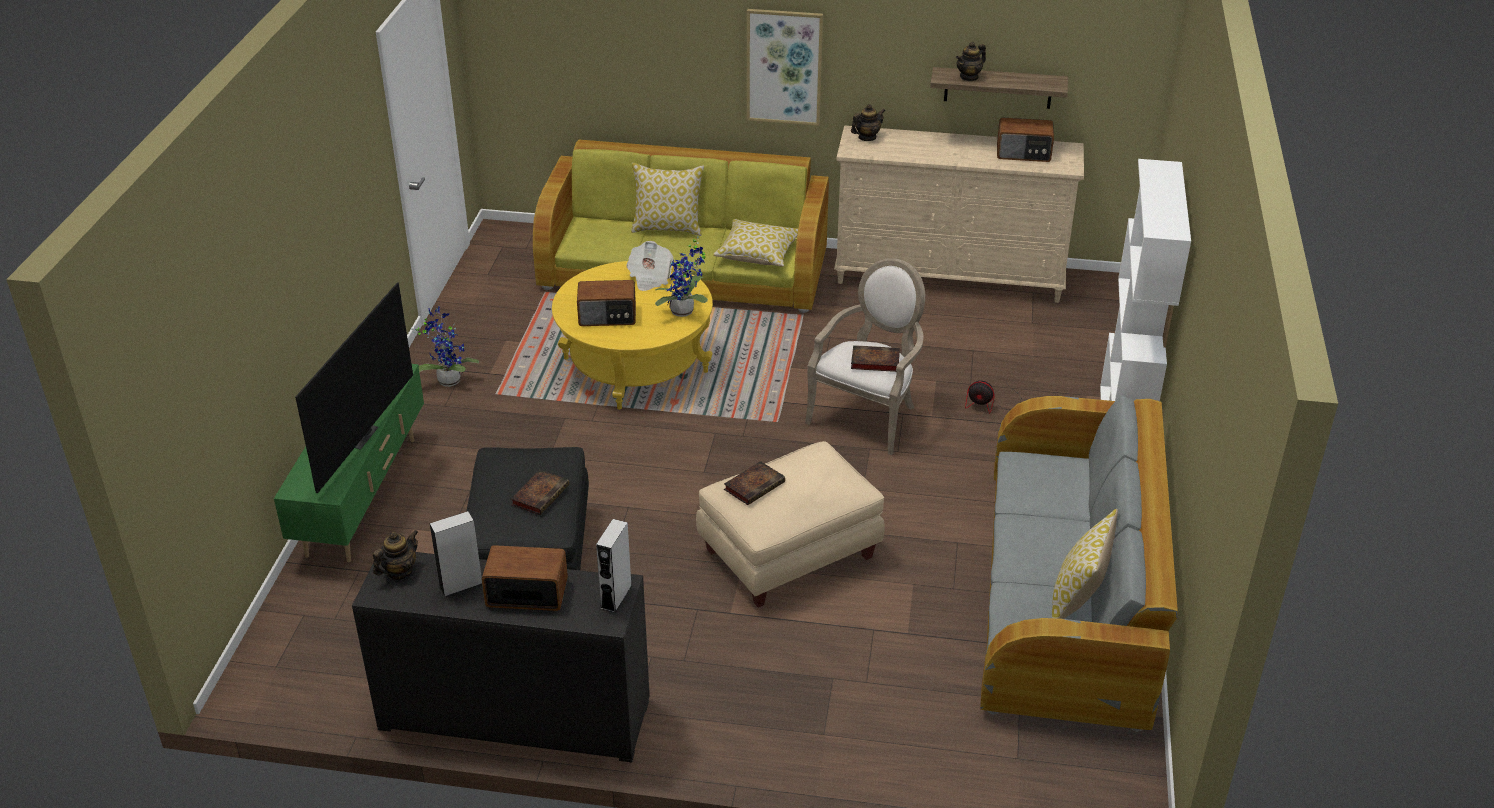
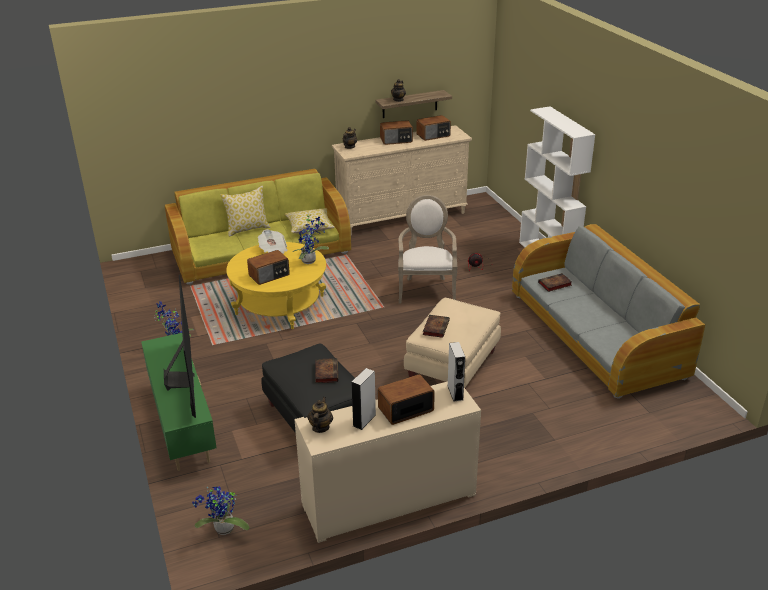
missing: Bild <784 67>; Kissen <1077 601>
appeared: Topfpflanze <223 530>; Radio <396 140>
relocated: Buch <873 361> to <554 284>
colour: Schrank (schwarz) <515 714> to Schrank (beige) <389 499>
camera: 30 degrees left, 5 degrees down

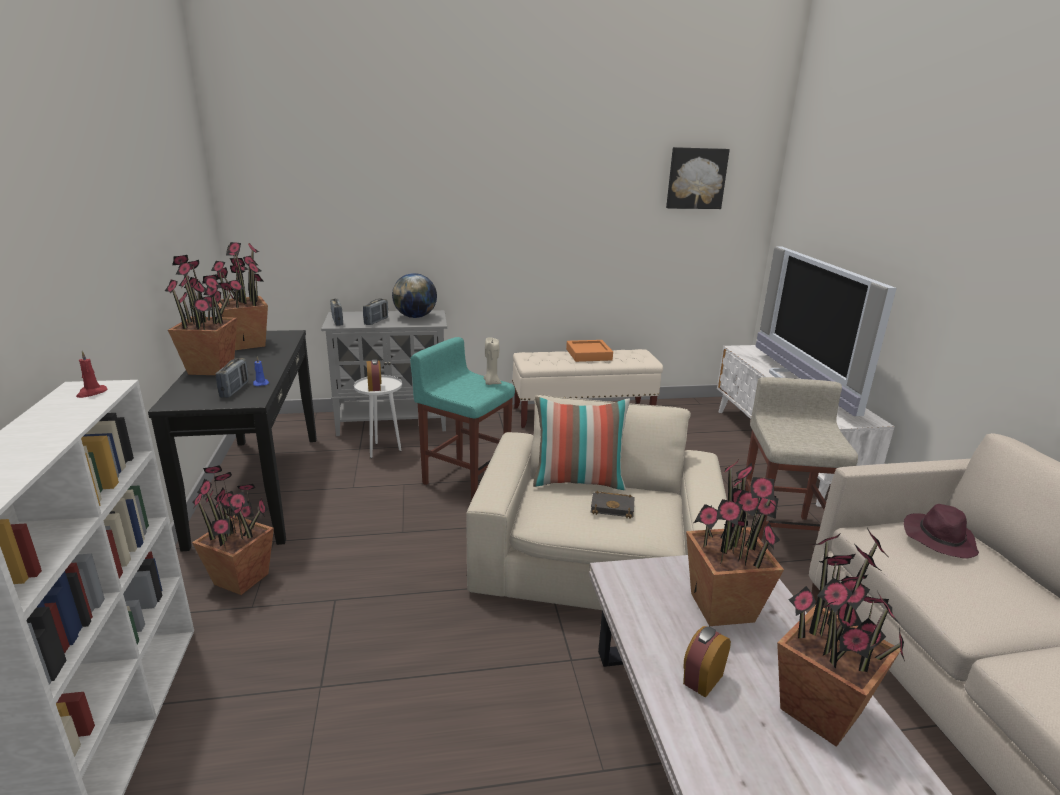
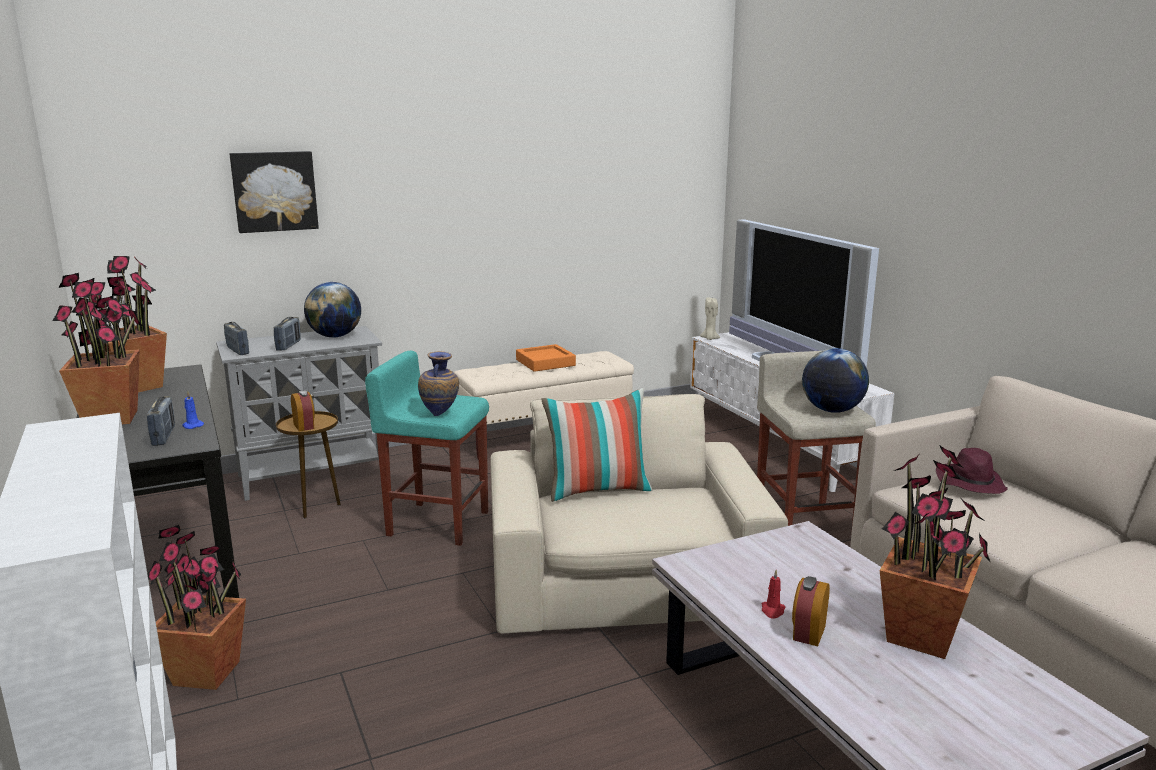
missing: Buch (schwarz) <613 507>; Topfpflanze <722 607>
appeared: Vase <440 416>; Globus <832 410>
relocated: Kerze (rot) <91 393> to <772 611>; Kerze (beige) <491 383> to <709 339>; Bild <696 178> to <274 191>
colour: Beistelltisch (weiß) <382 450> to Beistelltisch (braun) <315 507>
camera: 15 degrees left, 5 degrees down

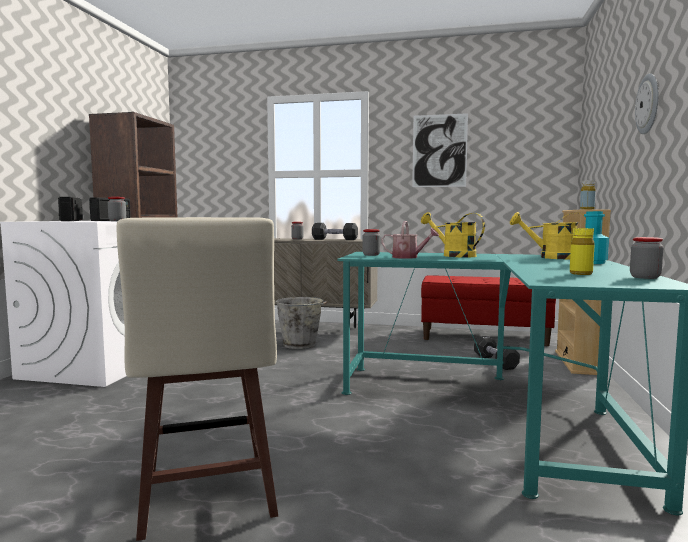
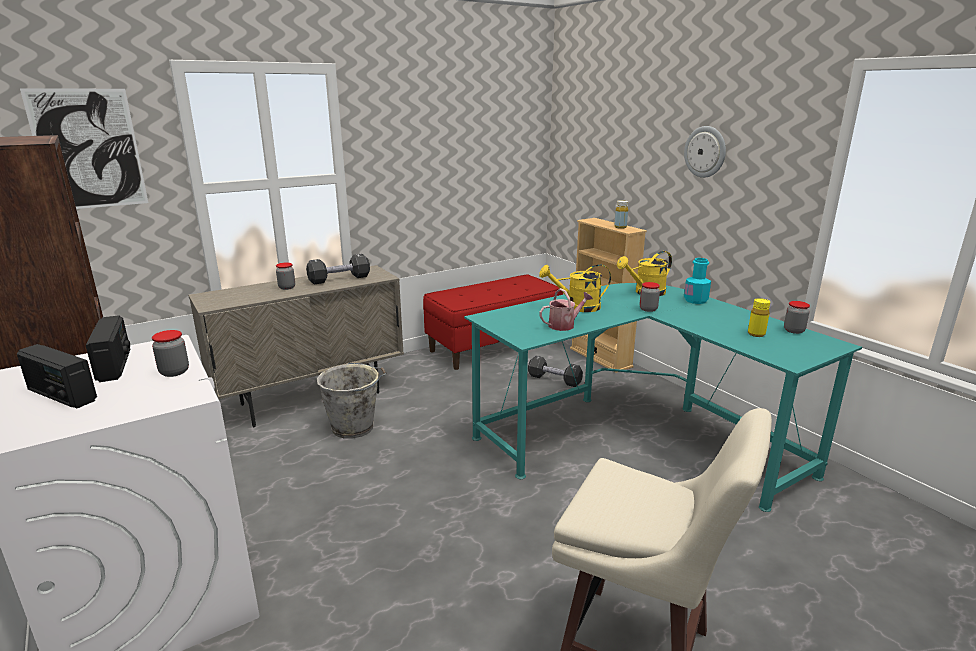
relocated: Vorratsglas <371 255> to <648 309>; Bild <439 151> to <88 149>
camera: 45 degrees left, 15 degrees up

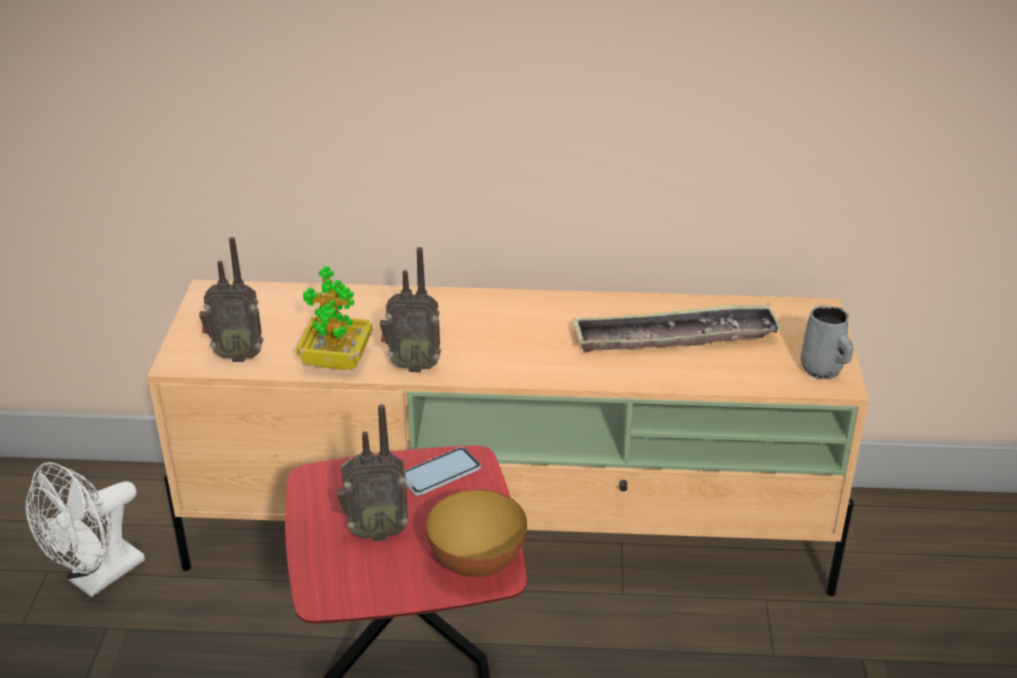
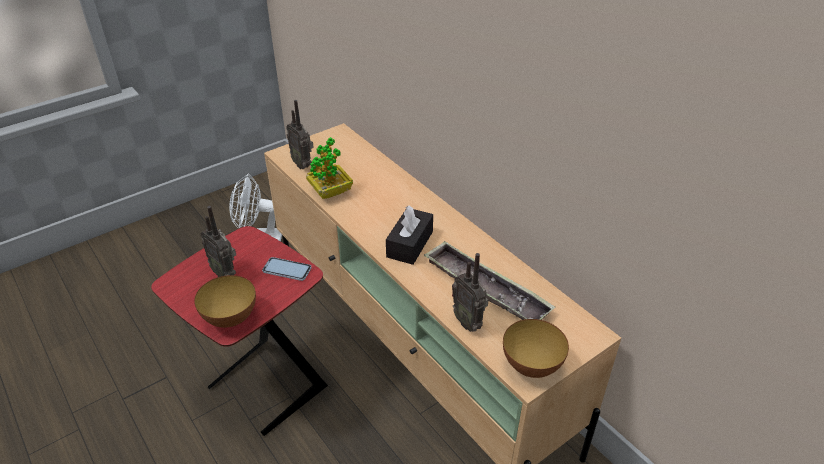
appeared: Taschentuchbox (schwarz) <410 244>
relocated: Radio <413 365> to <469 322>
exchanged: Henkelbecher (grau) <822 370> to Schüssel <531 366>
camera: 50 degrees right, 5 degrees up

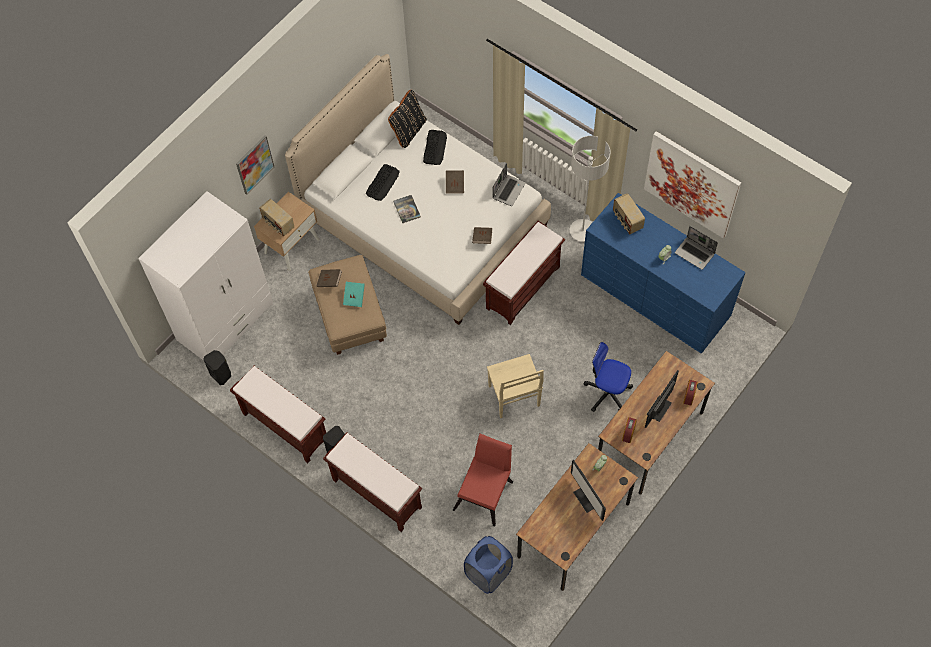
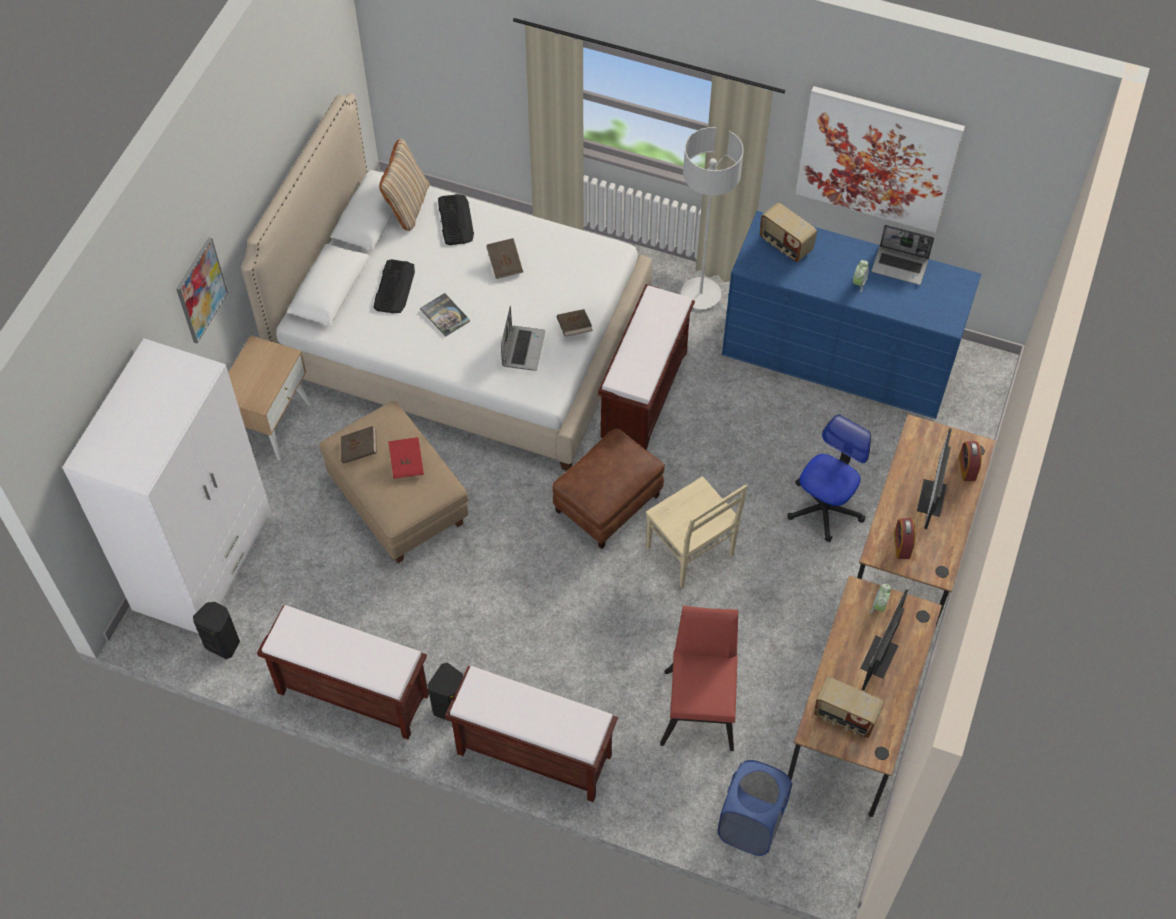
appeared: Polsterhocker (braun) <608 504>
relocated: Radio <278 224> to <845 717>; Laptop <508 190> to <522 348>
colour: Buch (türkis) <354 297> to Buch (rot) <406 463>; Kissen (schwarz) <408 131> to Kissen (beige) <407 206>
spun: Monitor <587 498> = <880 658> 75 degrees clockwise; Bürostuhl <607 392> = <824 508> 120 degrees clockwise
camera: 20 degrees left, 5 degrees down

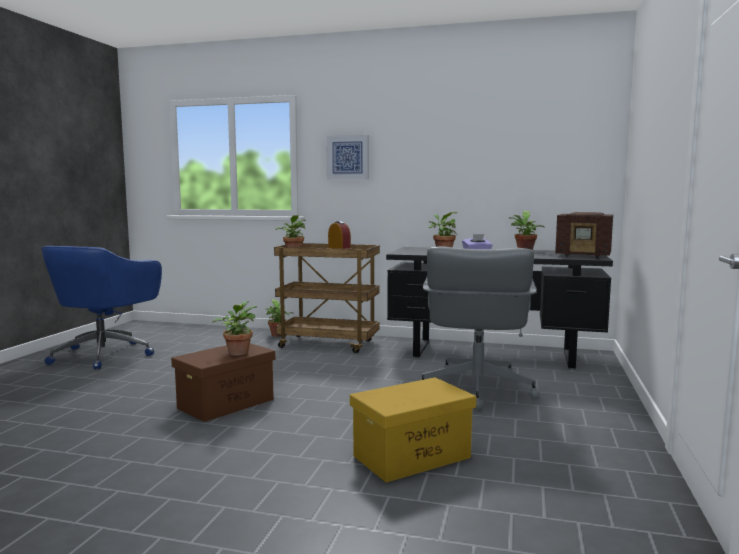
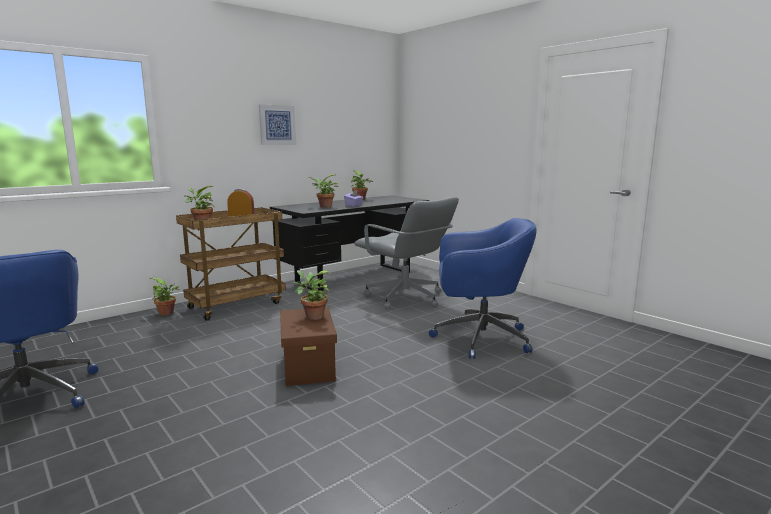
missing: Radio <584 256>
relocated: Bild <348 157> to <277 125>
exchanged: Aufbewahrungsbox (gelb) <411 457> to Bürostuhl (blau) <478 338>
camera: 55 degrees left, 5 degrees up

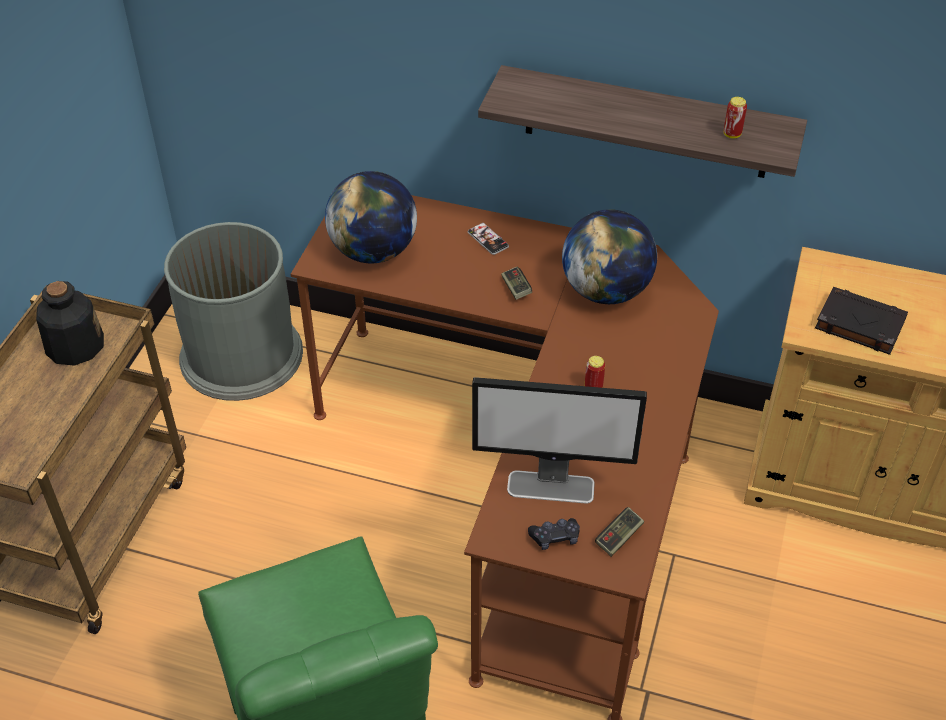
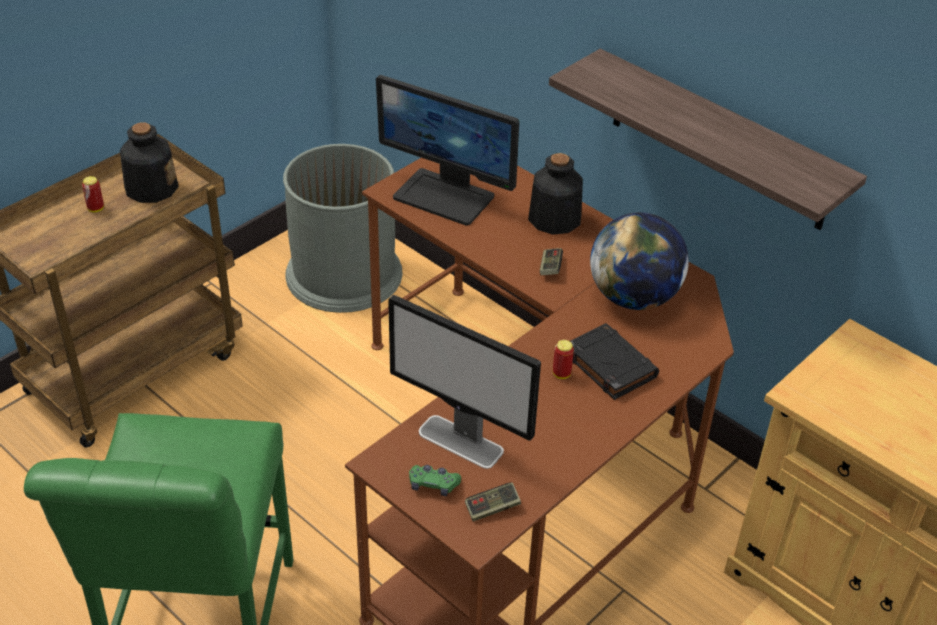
relocated: Dose <732 134> to <96 209>; Buch (schwarz) <858 324> to <609 365>
exchanged: Globus <373 251> to Monitor <445 196>; Handy <488 239> to Flasche <554 219>
colour: Gamepad (schwarz) <555 537> to Gamepad (grün) <433 485>
camera: 25 degrees right, 5 degrees down

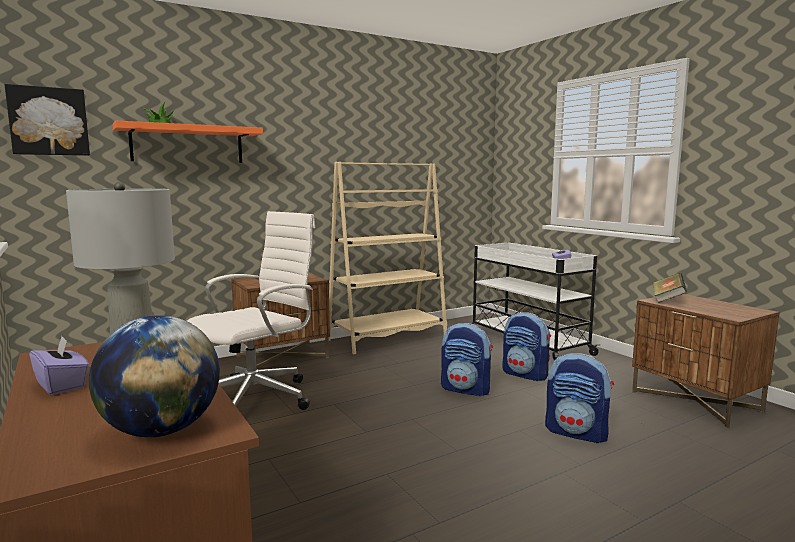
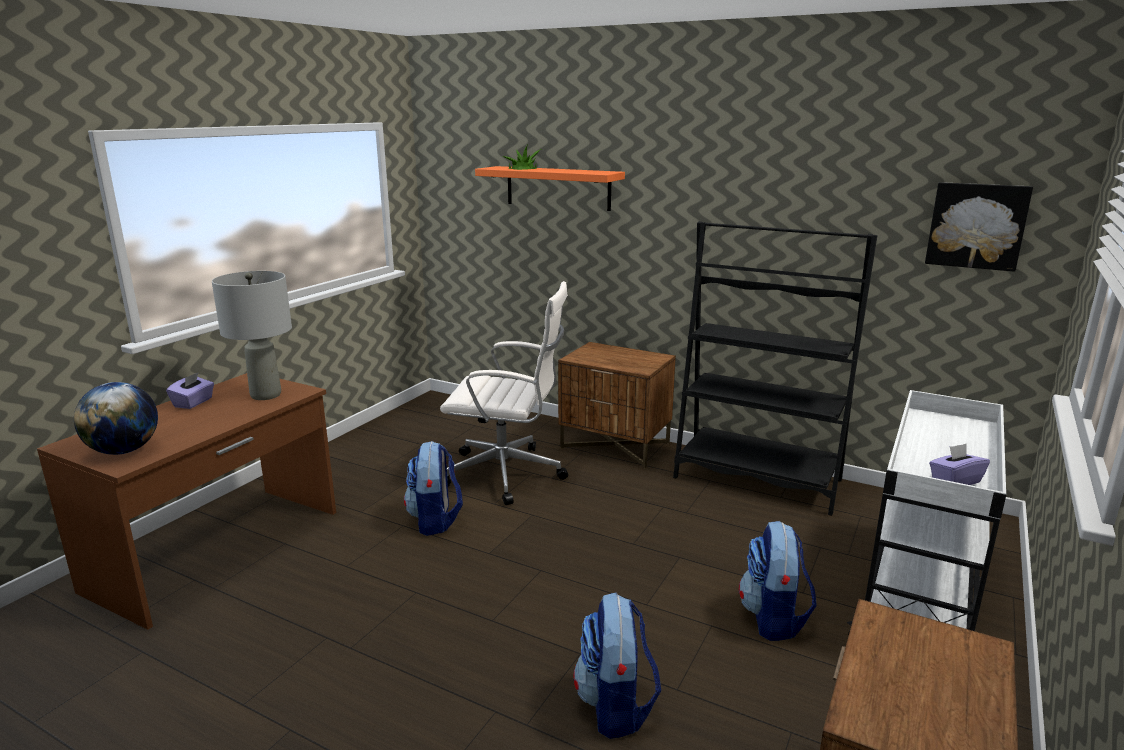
missing: Buch <667 300>
relocated: Bild <49 121> to <976 225>; Rucksack <466 389> to <435 520>
colour: Bücherregal (beige) <388 338> to Bücherregal (schwarz) <757 479>
camera: 60 degrees right, 10 degrees up

